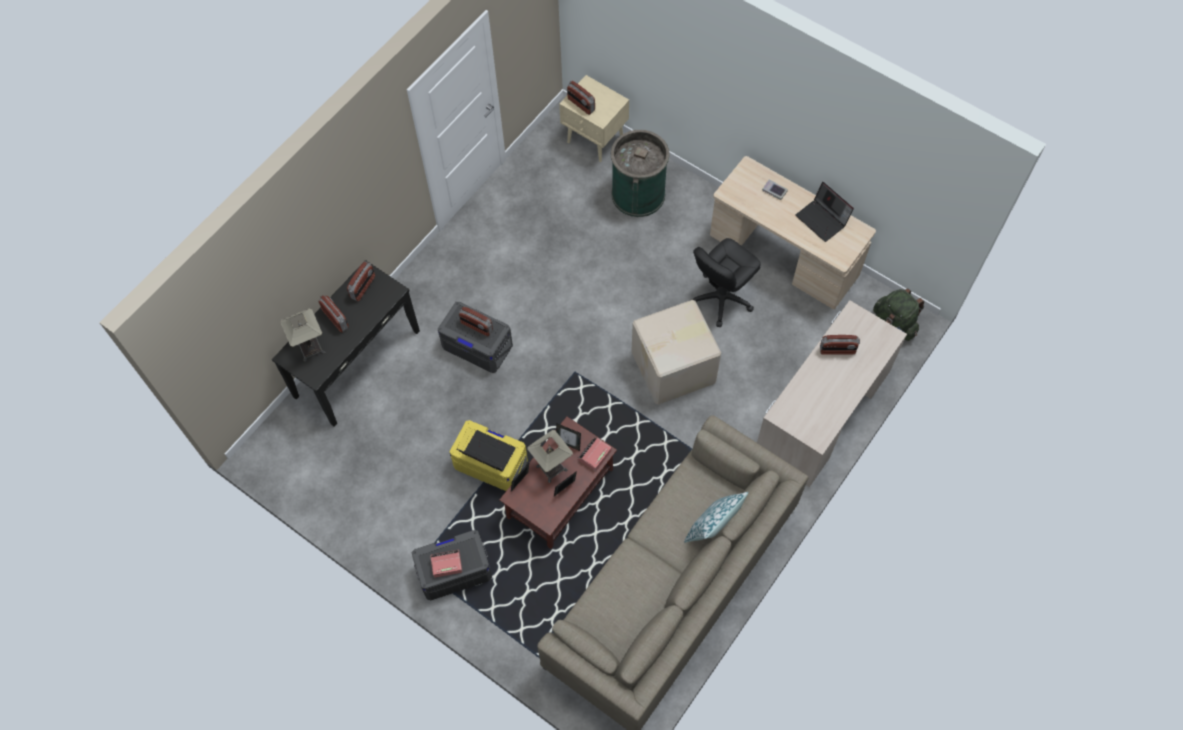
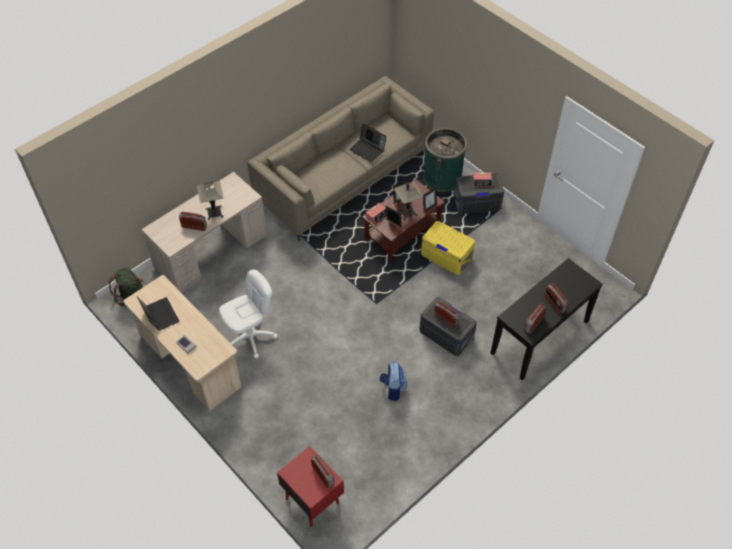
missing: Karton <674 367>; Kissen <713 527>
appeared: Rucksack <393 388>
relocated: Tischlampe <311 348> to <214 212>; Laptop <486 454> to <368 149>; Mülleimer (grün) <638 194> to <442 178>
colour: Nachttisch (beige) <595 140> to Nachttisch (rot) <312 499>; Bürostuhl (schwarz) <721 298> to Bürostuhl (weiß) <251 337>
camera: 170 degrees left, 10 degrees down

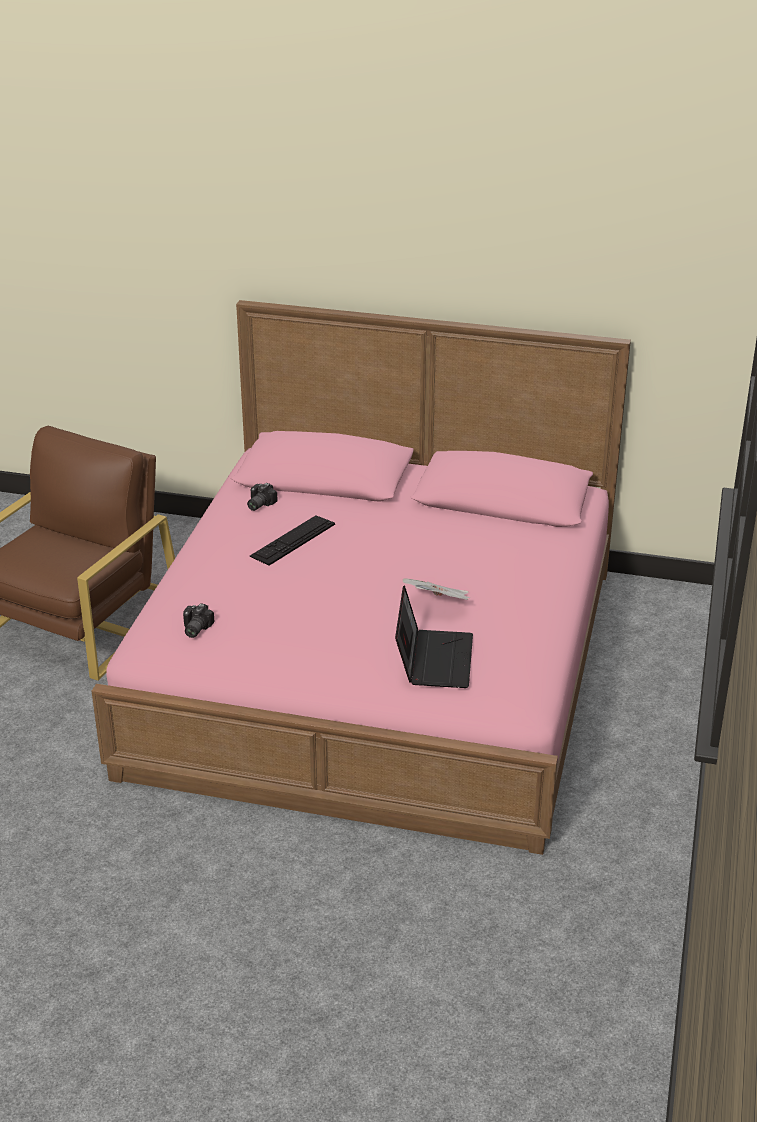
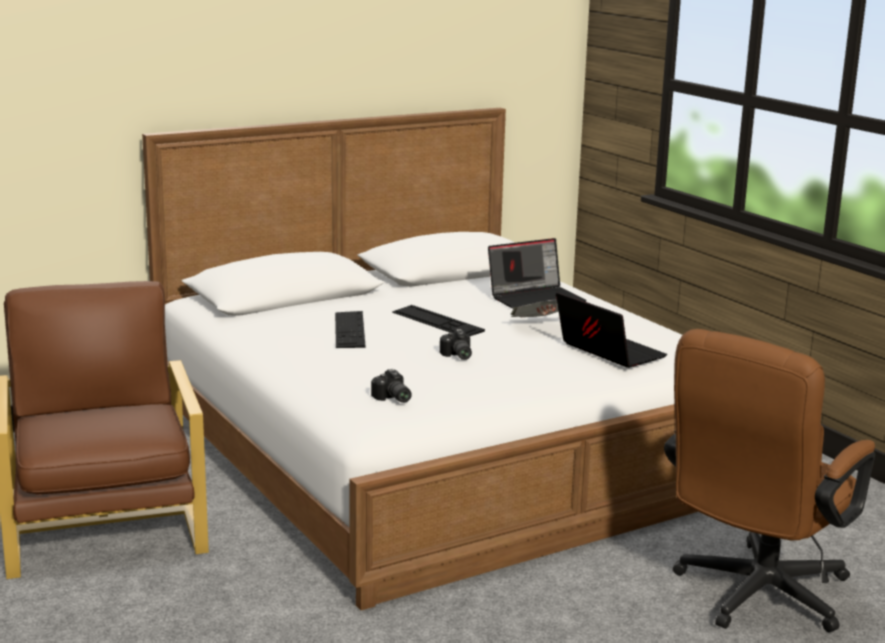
appeared: Tastatur <437 321>; Laptop <536 299>; Bürostuhl (braun) <754 597>
relocated: Kamera <258 504> to <457 356>
colour: Bett (rosa) <378 667> to Bett (weiß) <438 449>
camera: 45 degrees left, 15 degrees down

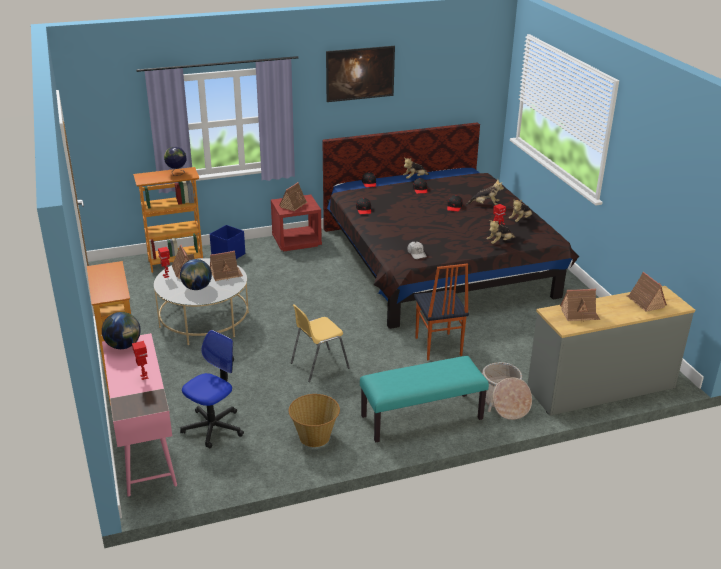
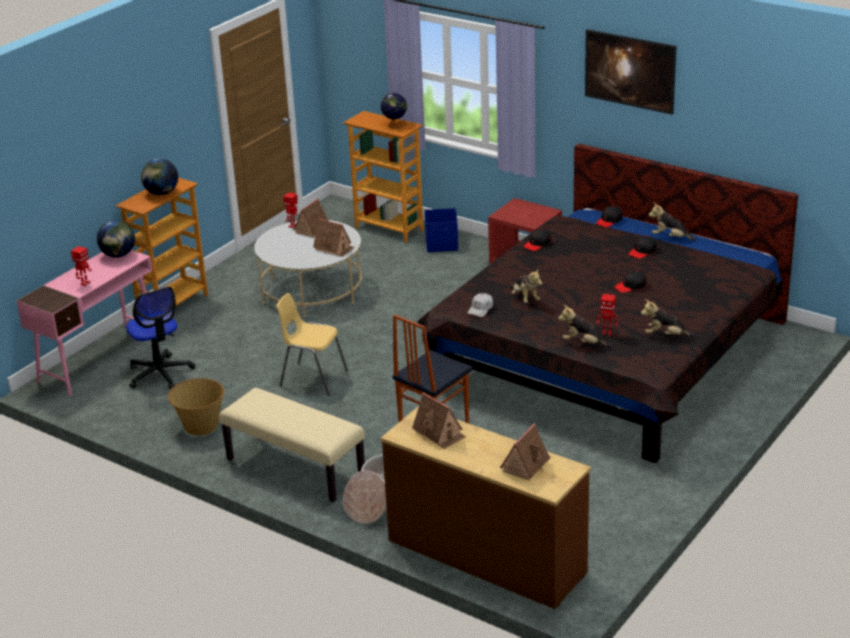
missing: Spielzeughaus <293 205>
relocated: Globus <197 288> to <161 193>; Plüschtier <485 205> to <525 298>
colour: Bank (türkis) <421 418> to Bank (beige) <294 468>; Kommode (grau) <601 388> to Kommode (braun) <485 557>
spun: Bürostuhl <213 427> = <160 373> 60 degrees clockwise
camera: 55 degrees right, 0 degrees up

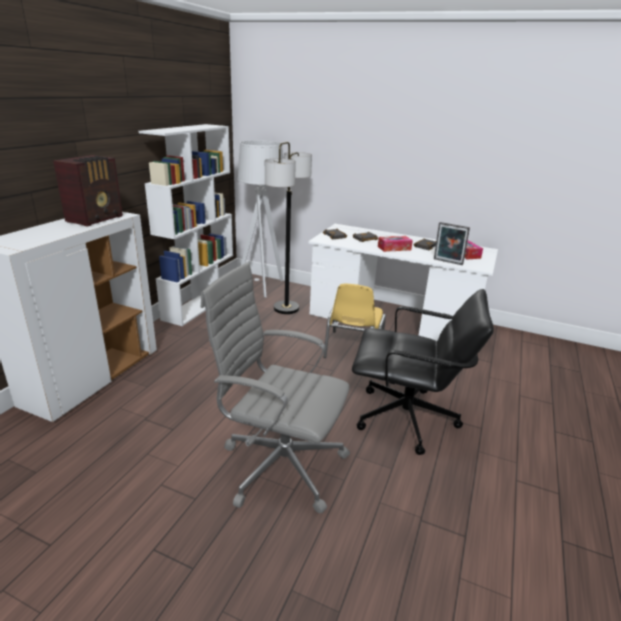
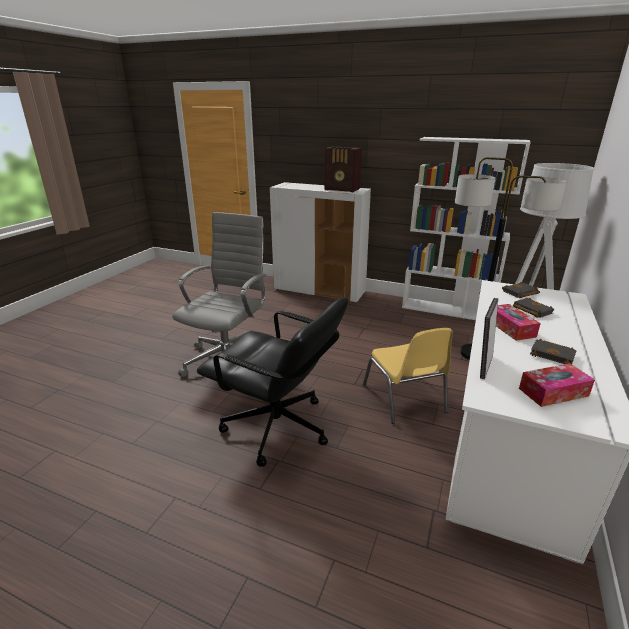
spun: Stuhl (gelb) <353 349> = <404 399> 120 degrees counterclockwise; Bürostuhl (schwarz) <407 419> = <277 428> 75 degrees counterclockwise
camera: 90 degrees right, 0 degrees up

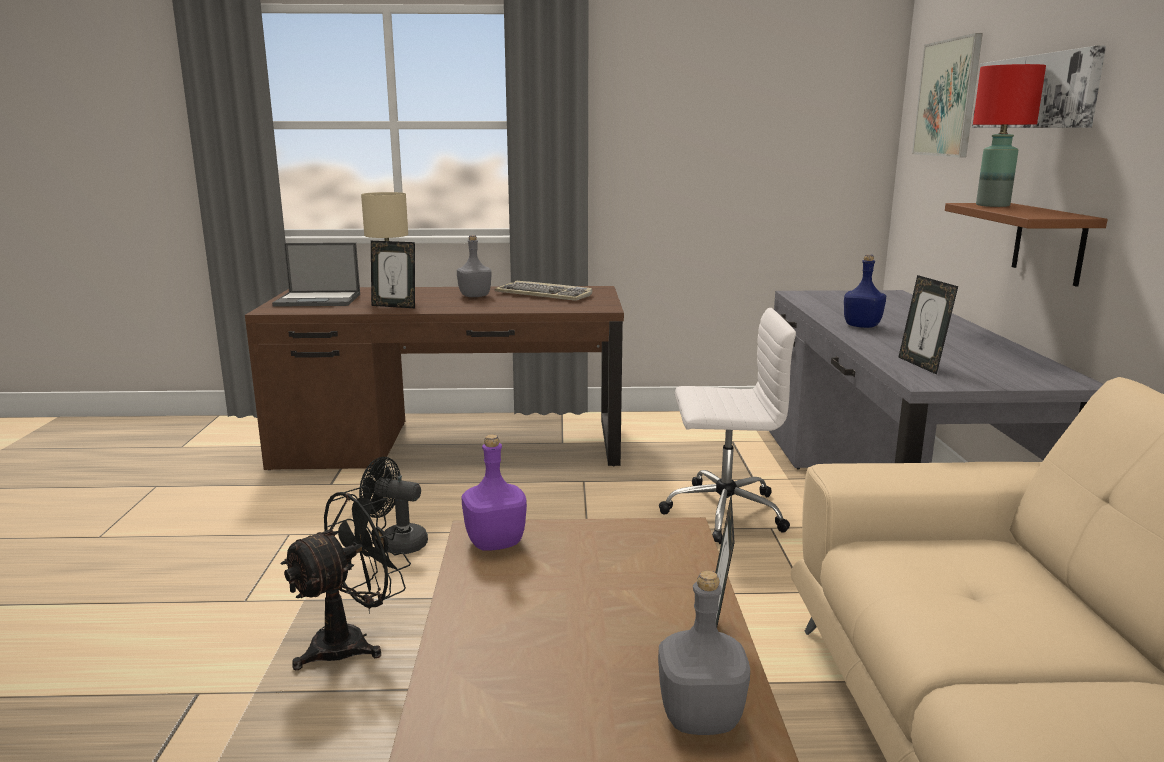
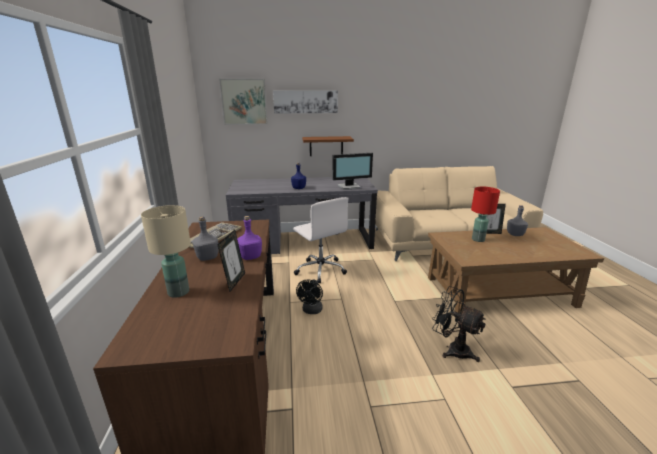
missing: Laptop <319 300>
relocated: Ventilator (schwarz) <396 543> to <311 311>; Flasche (lila) <496 542> to <250 256>; Tischlampe (rot) <991 205> to <478 240>
exchanged: Bilderrahmen <921 365> to Monitor <350 186>
spun: Bürostuhl (weiß) <722 512> = <320 270> 150 degrees clockwise
camera: 95 degrees left, 5 degrees up

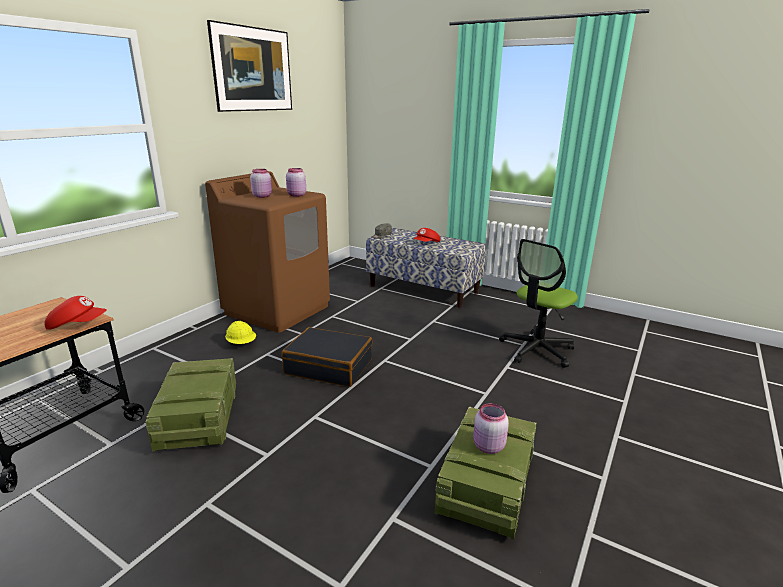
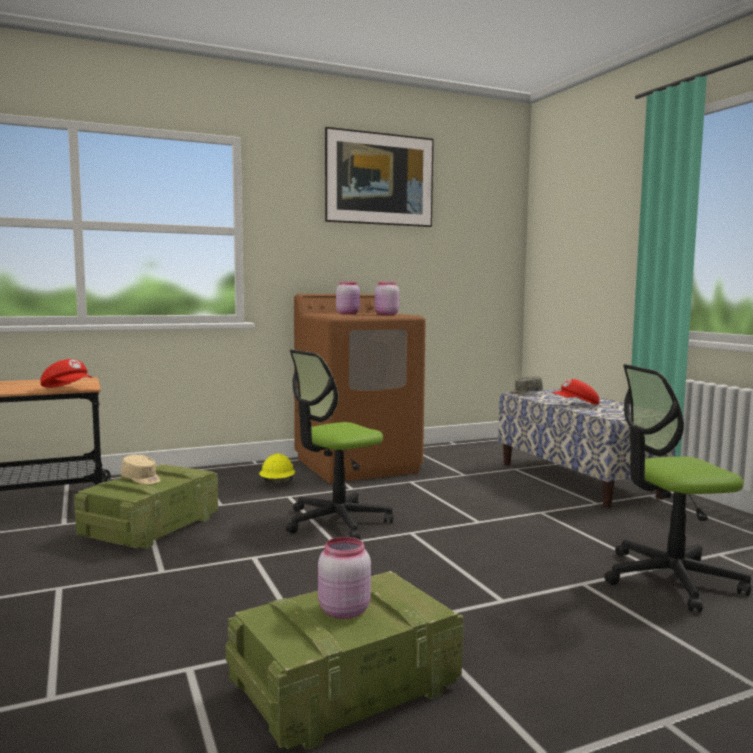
appeared: Kappe (beige) <142 479>
exchanged: Koffer (schwarz) <329 366> to Bürostuhl <336 521>
camera: 35 degrees right, 15 degrees down

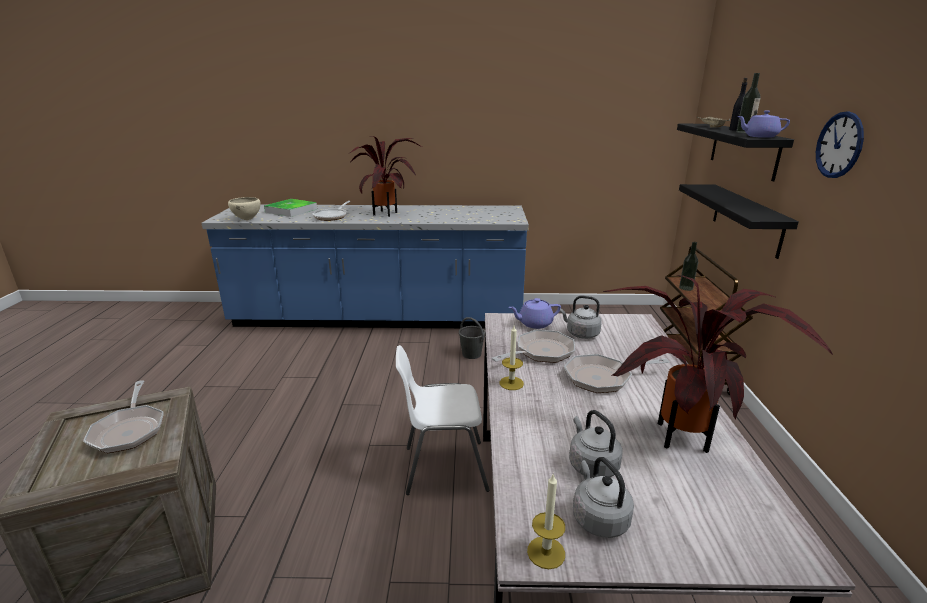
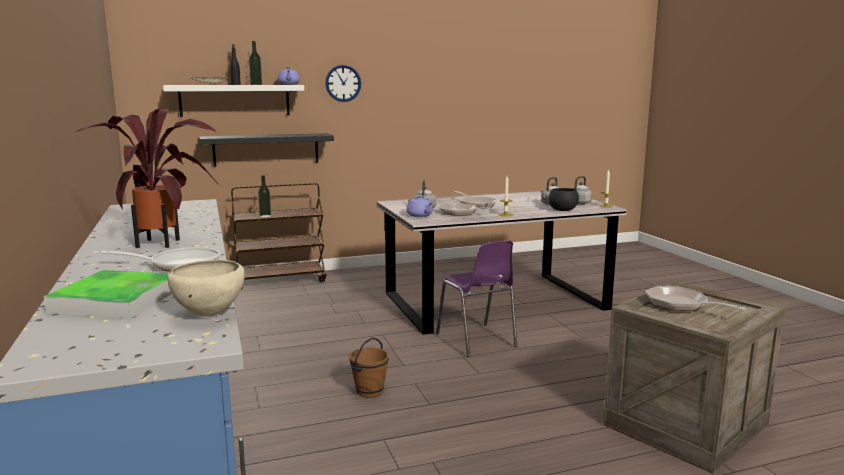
missing: Eimer (grau) <471 354>; Topfpflanze <680 440>
appeared: Eimer (braun) <370 392>; Schüssel (schwarz) <563 210>
colour: Stuhl (weiß) <443 467> to Stuhl (lila) <477 341>; Wandregal (schwarz) <743 150> to Wandregal (weiß) <235 100>
spun: Pfanne <129 430> = <681 305> 90 degrees counterclockwise
camera: 110 degrees left, 10 degrees down

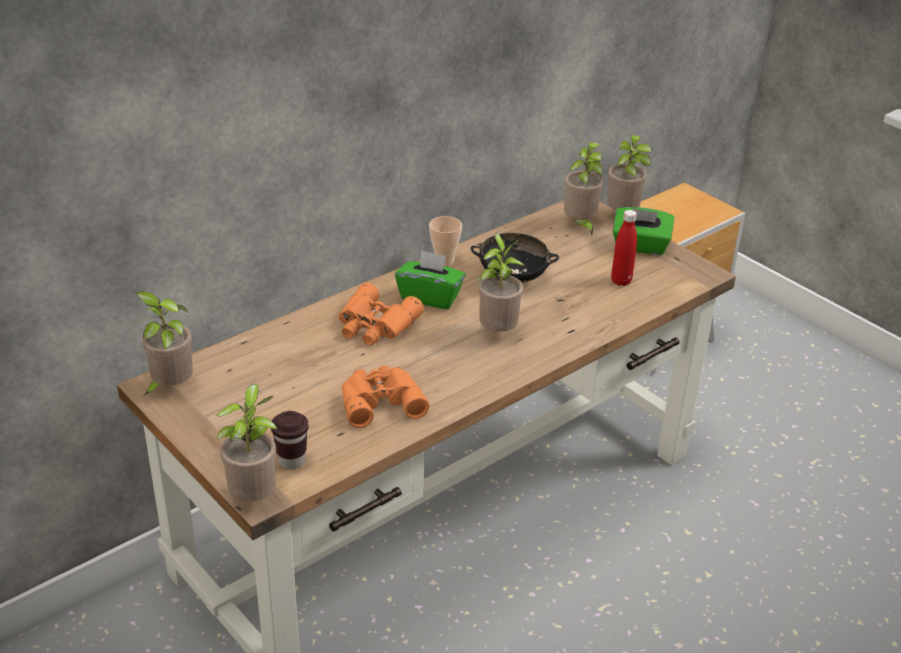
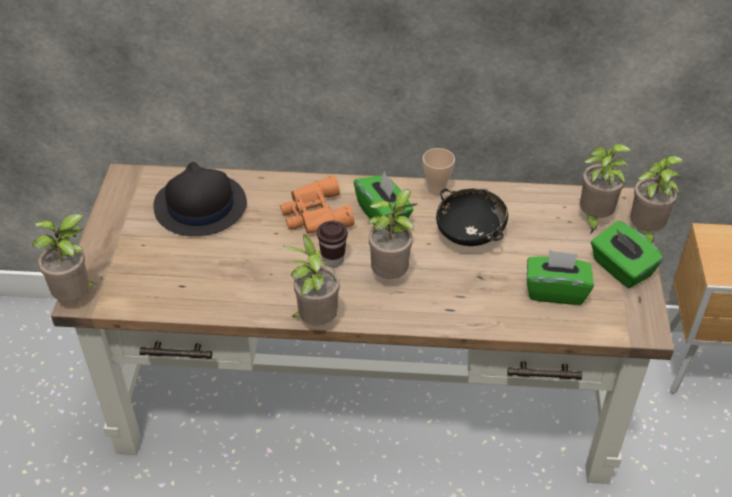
missing: Fernglas (orange) <379 400>
appeared: Hut (schwarz) <199 206>
relocated: Topfpflanze <170 388> to <315 321>; Tasse (braun) <292 461> to <333 260>
exchanged: Flasche (rot) <621 281> to Taschentuchbox (grün) <555 291>
camera: 45 degrees right, 10 degrees up

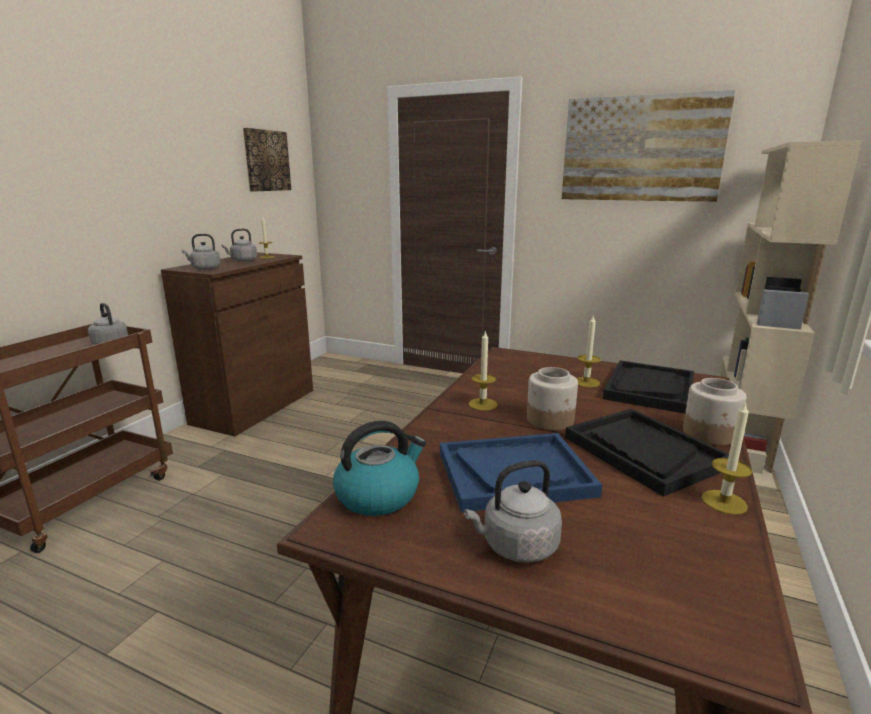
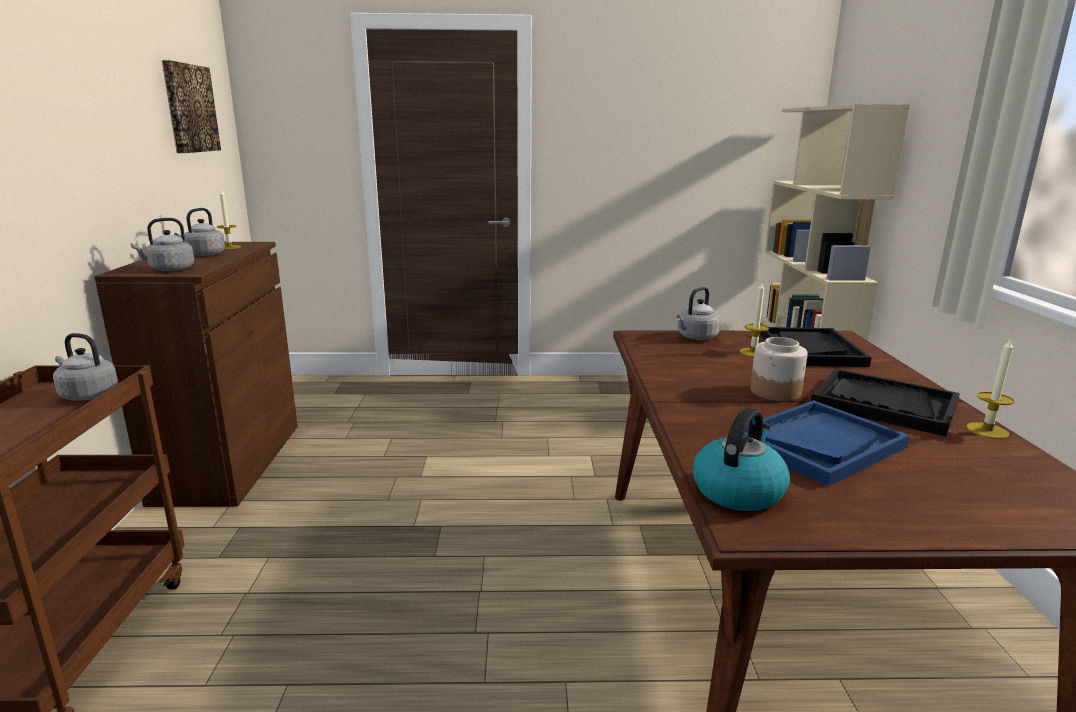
missing: Kerze <482 404>; Bild <641 149>; Vorratsglas <710 434>
relocated: Wasserkessel (grau) <516 546> to <695 337>
camera: 25 degrees left, 0 degrees up

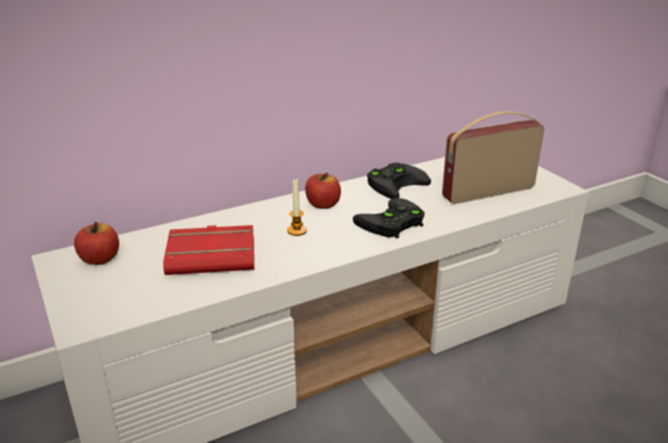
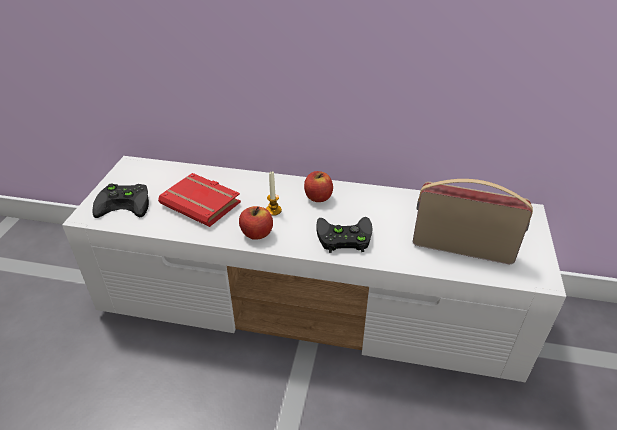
relocated: Apfel <100 259> to <256 233>; Gamepad (schwarz) <396 183> to <126 203>
camera: 40 degrees right, 10 degrees up

